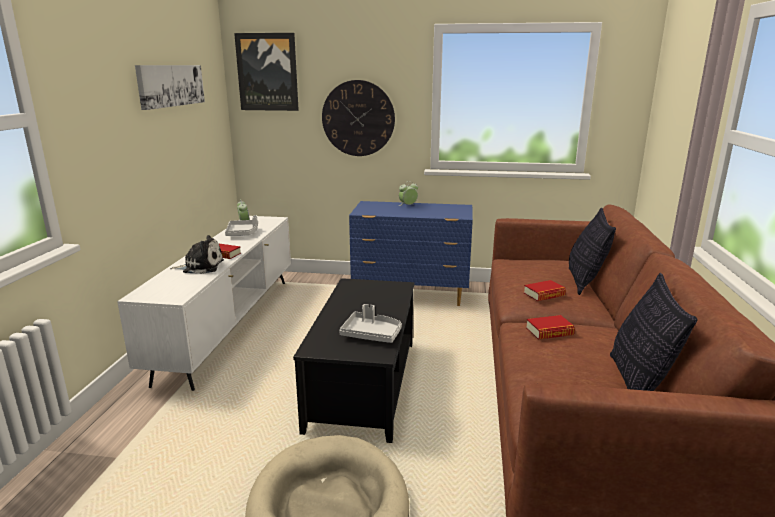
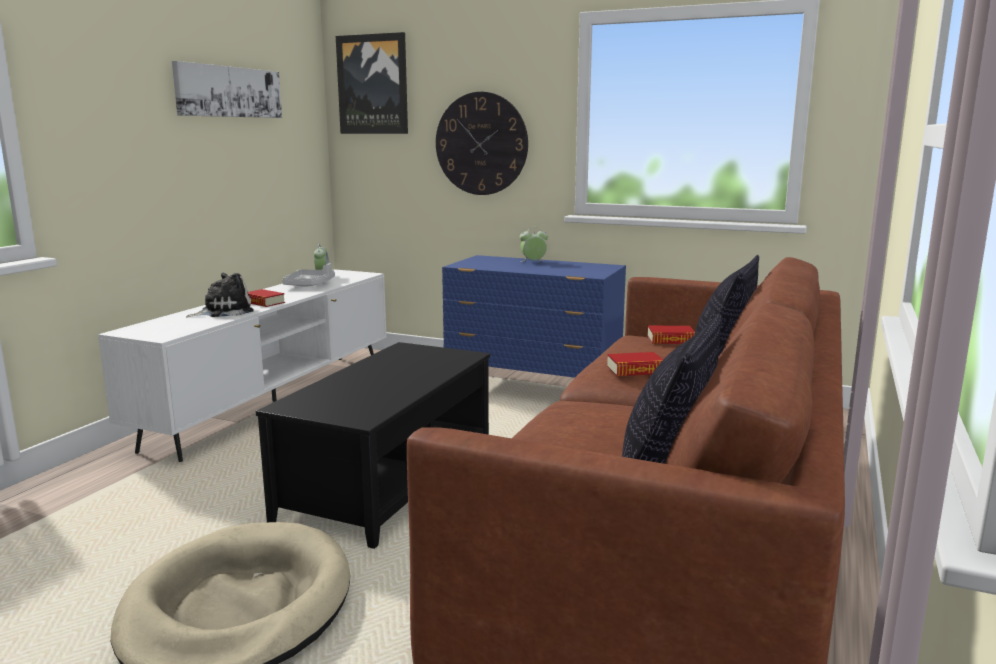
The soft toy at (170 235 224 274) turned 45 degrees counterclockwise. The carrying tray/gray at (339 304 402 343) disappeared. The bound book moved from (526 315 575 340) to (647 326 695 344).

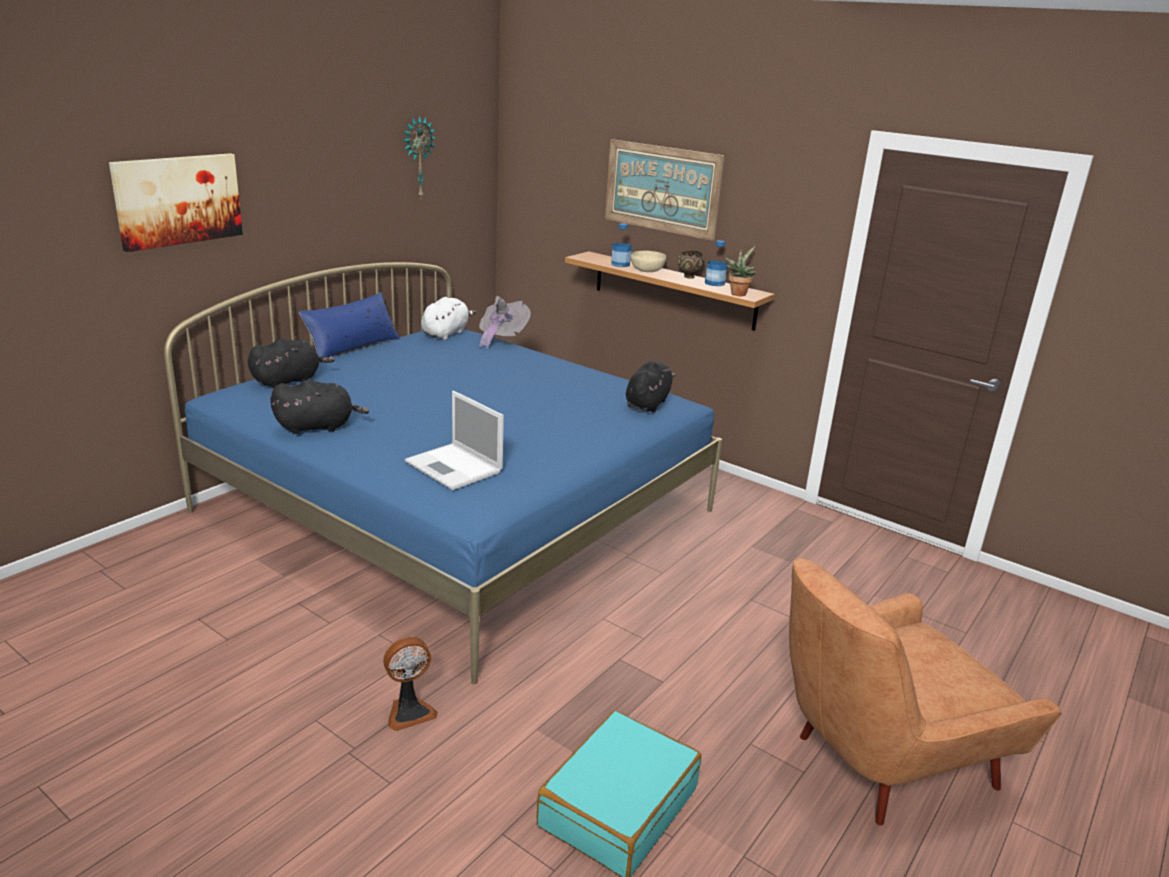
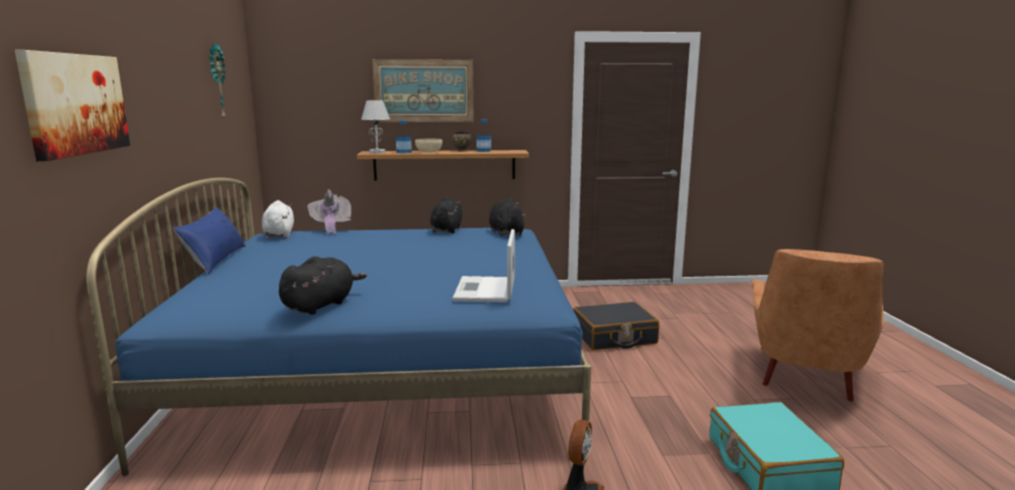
The houseplant at (725 246 757 296) disappeared. The soft toy/black moved from (248 338 335 388) to (430 196 463 234). The laptop at (405 391 504 490) turned 90 degrees clockwise. The lamp for a table/whitish at (361 100 390 153) appeared. The suitcase/black at (573 302 659 350) appeared.

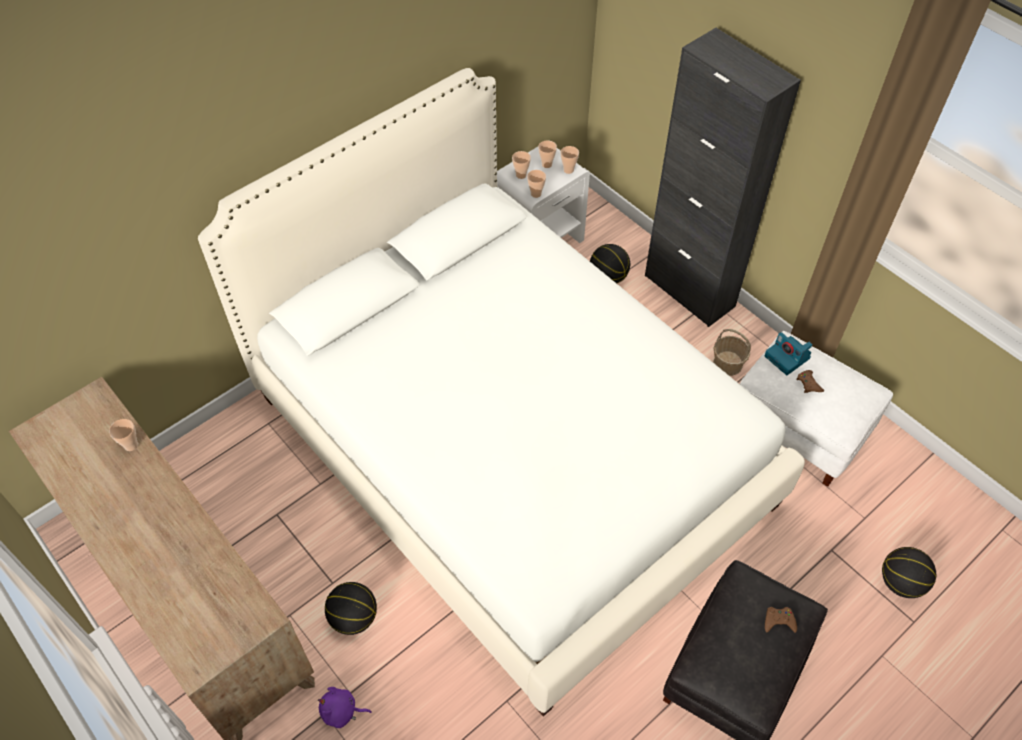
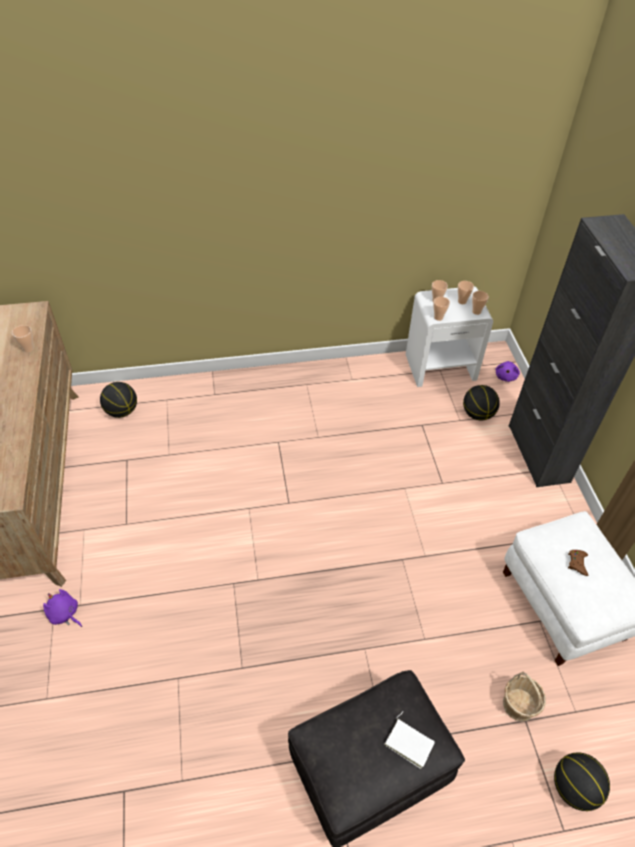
The bed/whitish at (198 68 805 717) disappeared. The household basket moved from (713 329 751 376) to (503 672 546 722). The photo camera at (765 332 813 375) disappeared. The ball for basketball moved from (325 582 377 635) to (100 382 137 418). The game controller/brownish at (765 607 797 633) was replaced by the bound book/whitish at (384 712 435 769). The soft toy/purplish at (495 361 520 382) appeared.

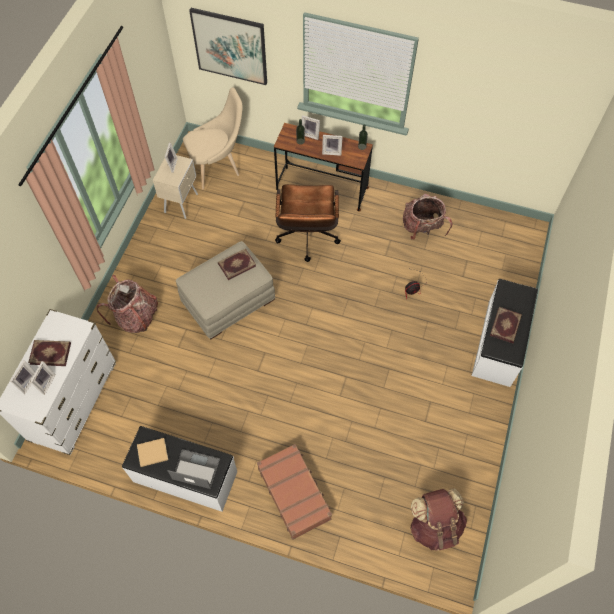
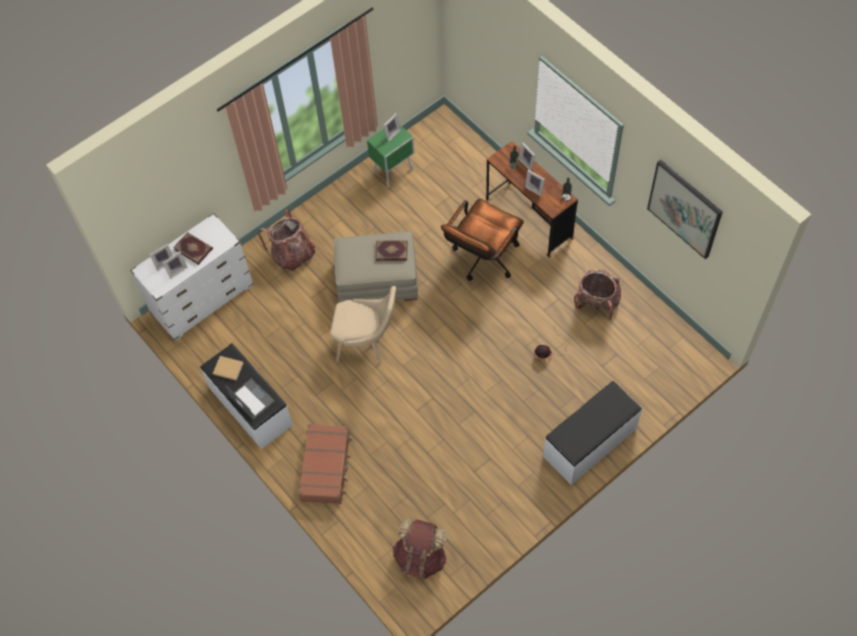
The wall art moved from (189 8 267 85) to (647 160 723 259). The upright chair/sand-coloured moved from (183 87 243 189) to (330 286 396 365). The nightstand/sand-coloured at (153 155 198 219) became the nightstand/green at (367 124 415 188). The bound book at (490 307 522 343) disappeared.

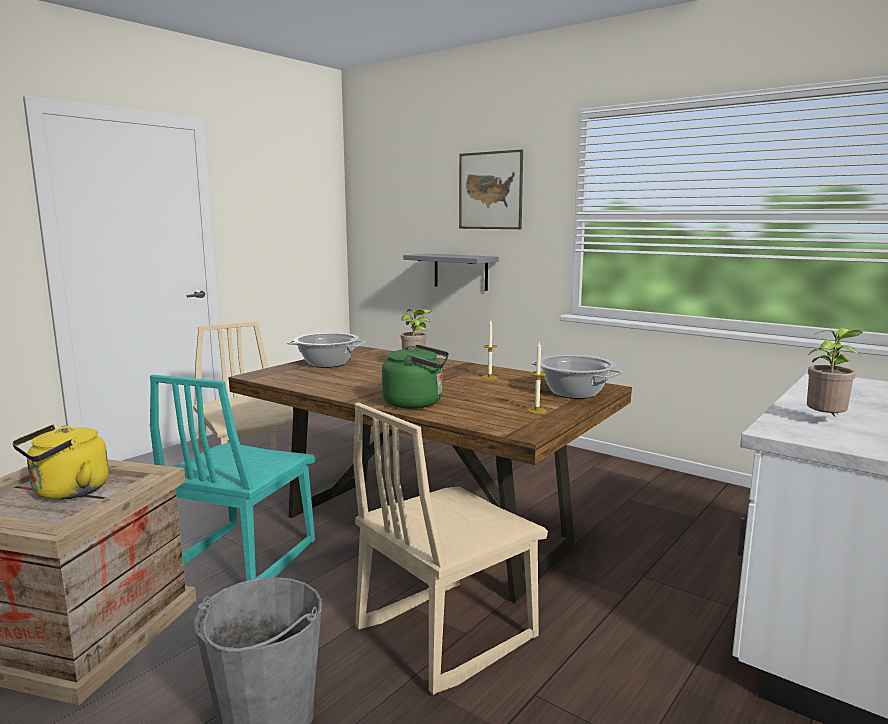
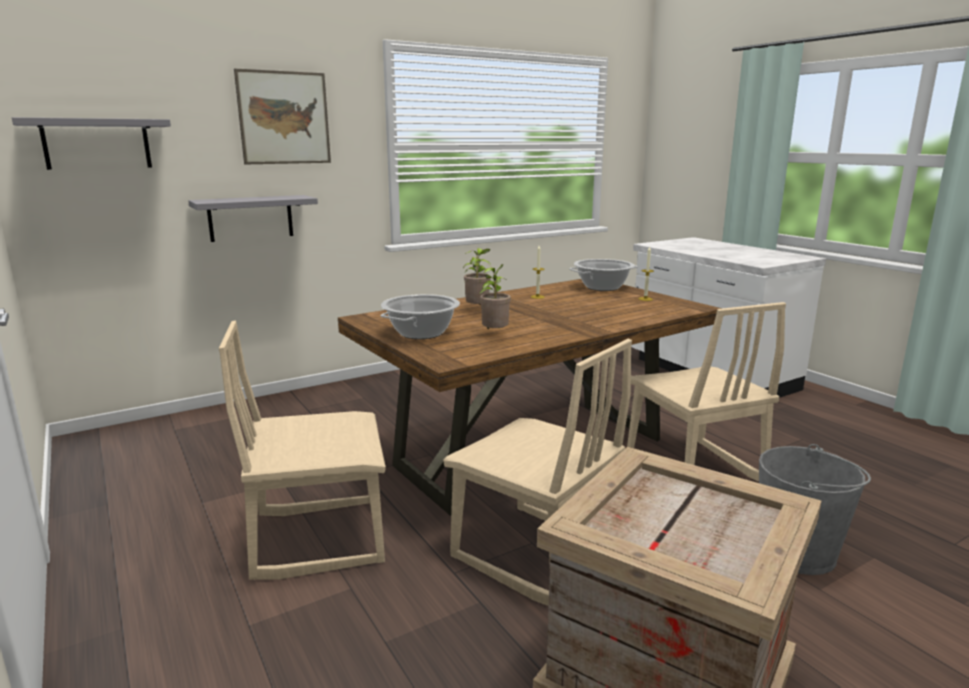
The houseplant moved from (807 328 863 416) to (479 264 511 330). The kettle/green at (382 344 449 409) disappeared. The upright chair/blue-green at (150 374 315 581) became the upright chair/sand-coloured at (443 339 632 606). The kettle/yellow-coloured at (12 425 109 500) disappeared. The shelf/gray at (12 117 171 170) appeared.

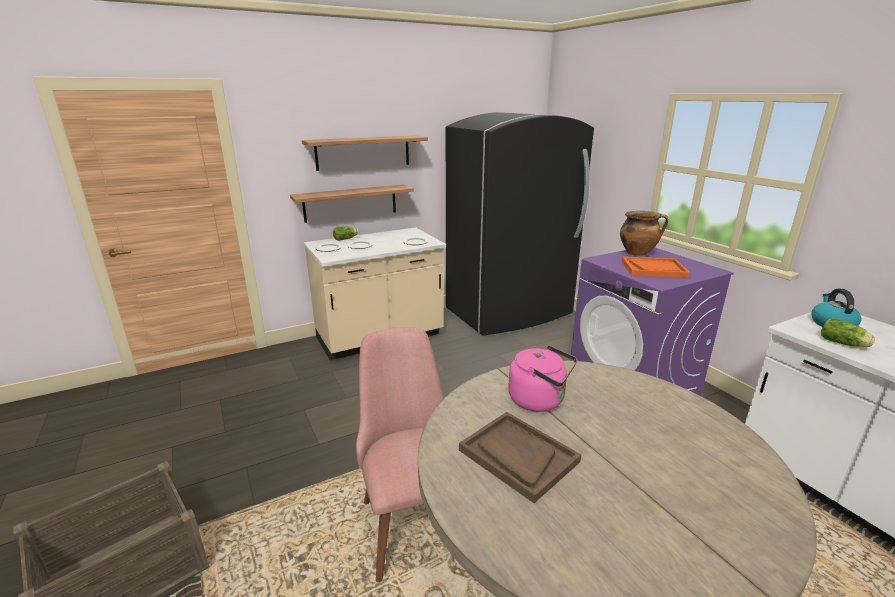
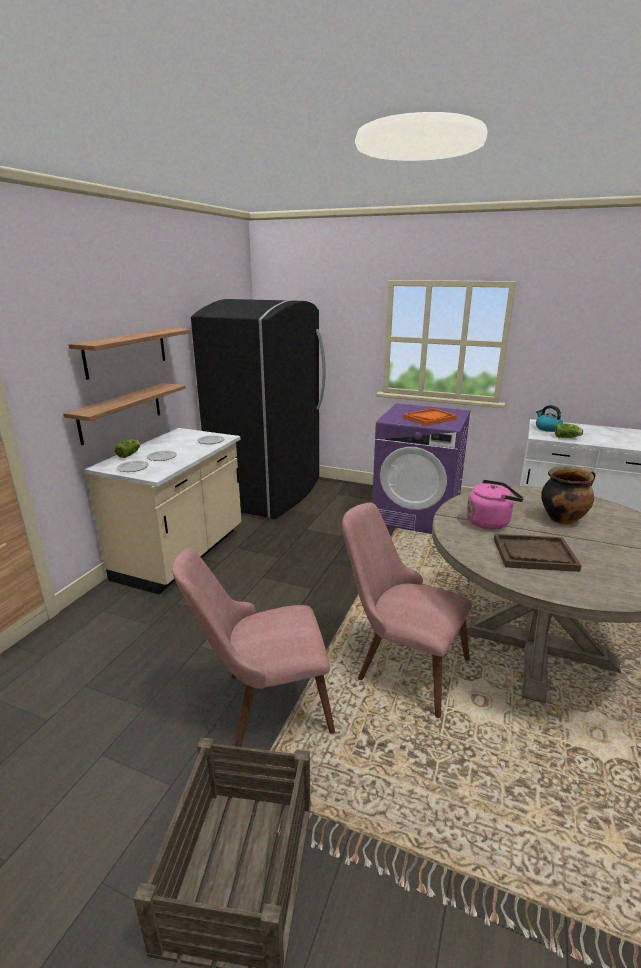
The stockpot moved from (620 211 668 256) to (541 466 596 525). The upright chair/pink at (172 548 335 747) appeared.

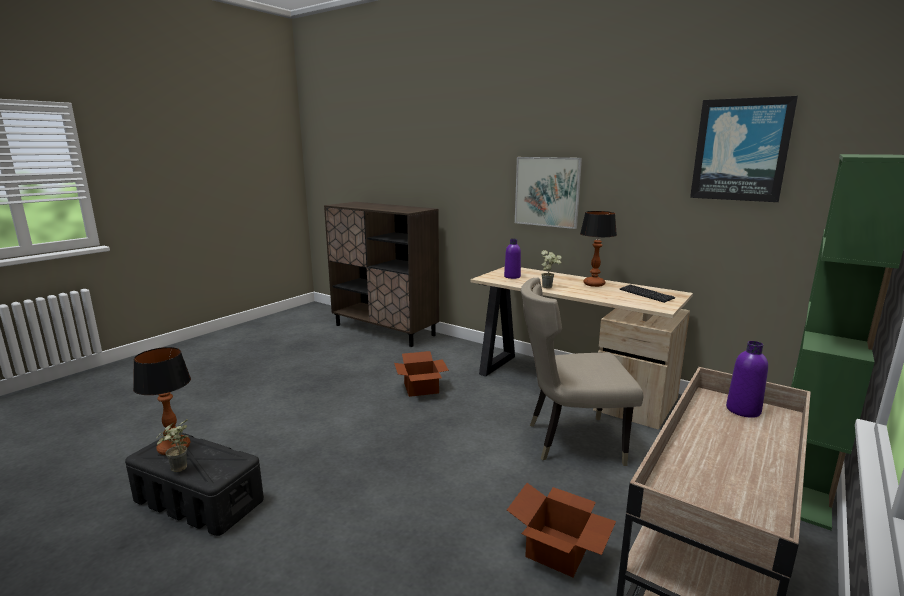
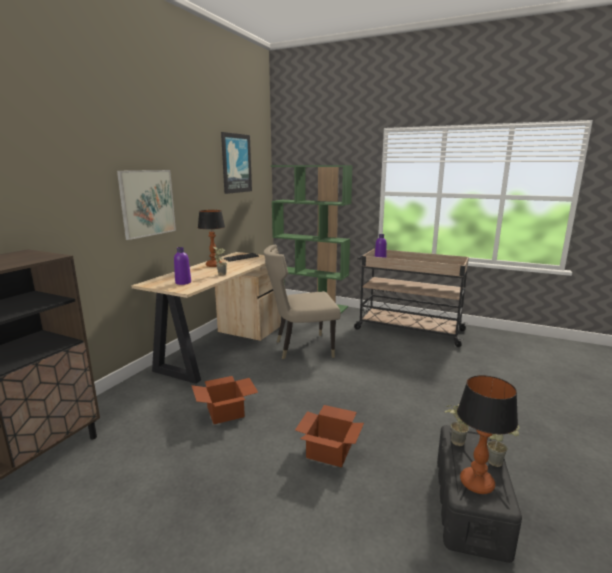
The upright chair/sand-coloured at (521 278 643 466) turned 90 degrees clockwise. The cardboard box moved from (507 483 616 577) to (295 405 364 467). The houseplant at (444 404 469 446) appeared.

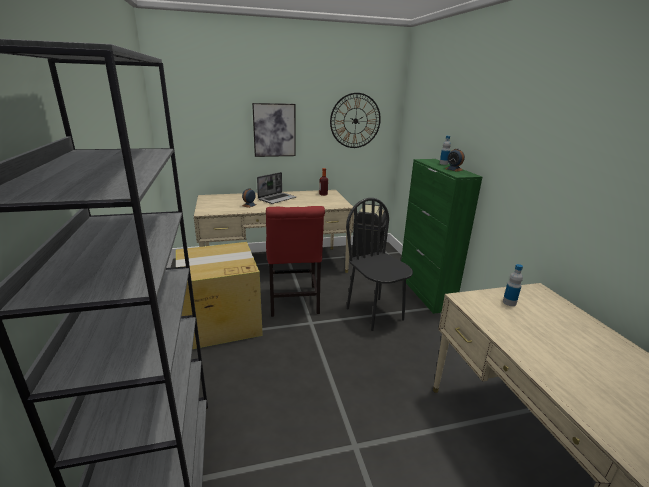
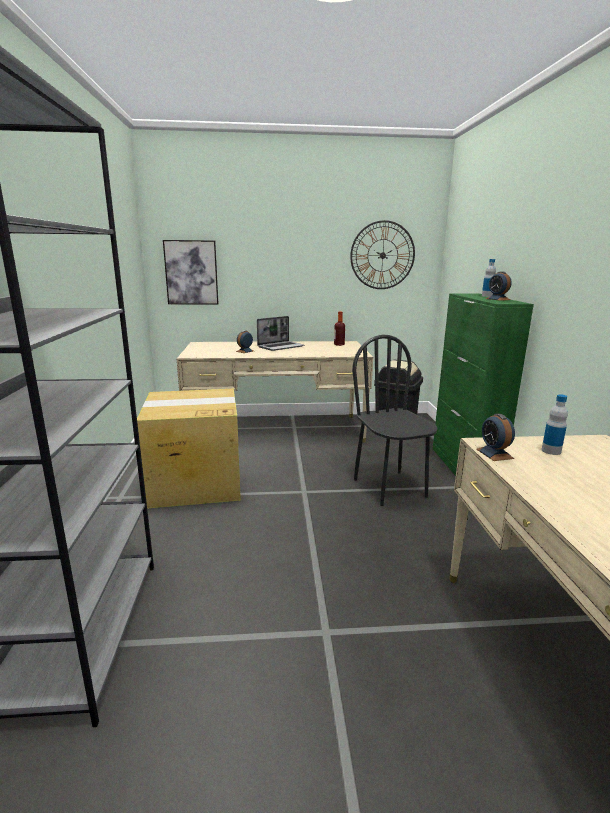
The wall art moved from (252 103 296 157) to (163 240 219 304). The upright chair/red-coloured at (266 206 325 317) disappeared. The table clock at (476 414 515 461) appeared.

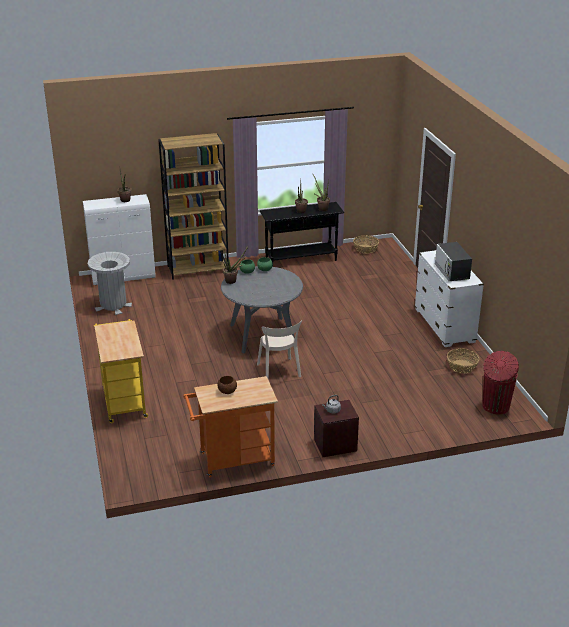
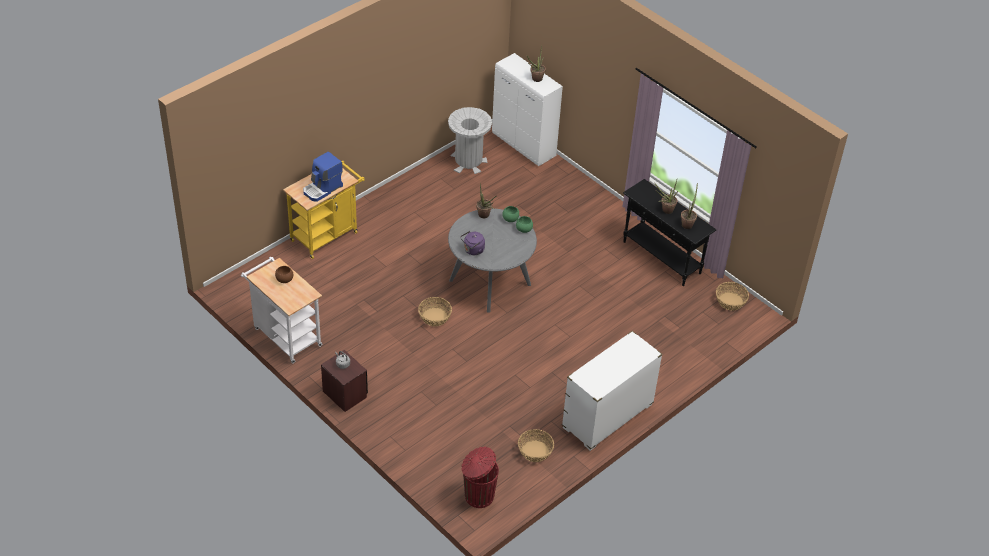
The shelving unit/brownish at (158 133 229 280) disappeared. The microwave at (435 242 472 281) disappeared. The upright chair/sand-coloured at (257 320 302 380) was replaced by the household basket at (418 297 452 326). The cart/orange-coloured at (183 376 278 477) became the cart/whitish at (241 256 322 363). The coffee machine at (303 151 343 202) appeared. The kettle/purplish at (460 231 485 255) appeared.

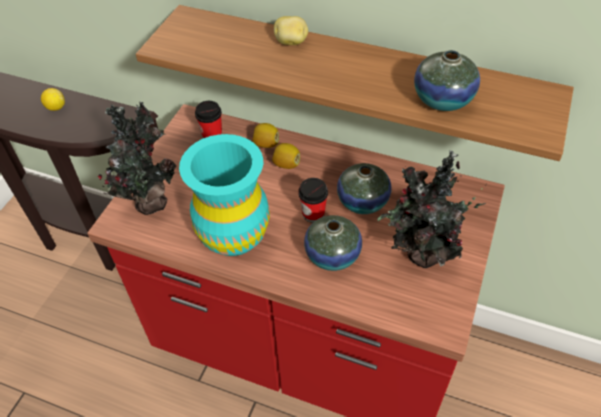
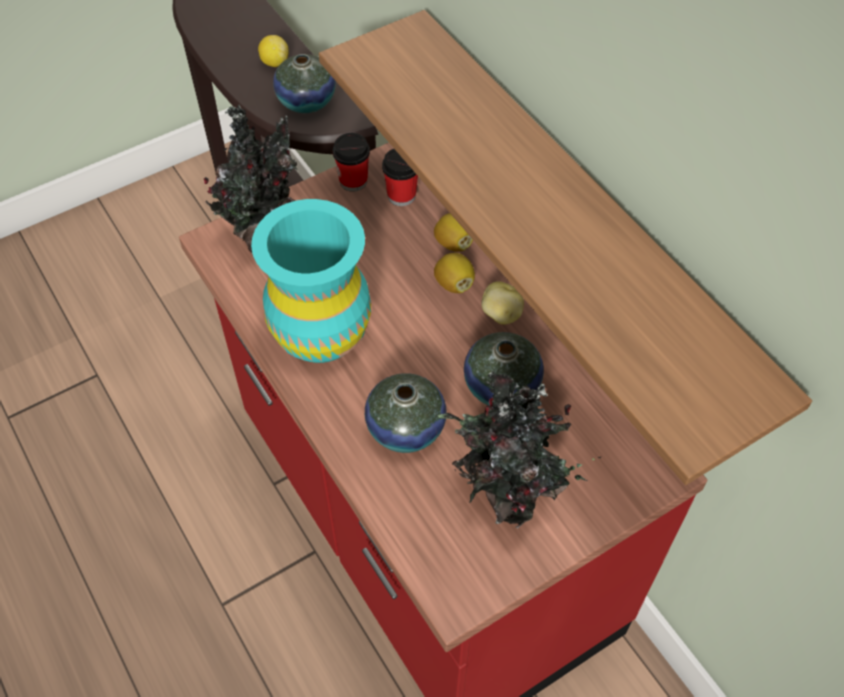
The potato moved from (274 16 308 45) to (481 281 524 325). The decorative vase moved from (414 50 480 111) to (273 54 336 113). The small cup moved from (298 178 328 223) to (333 133 370 192).

